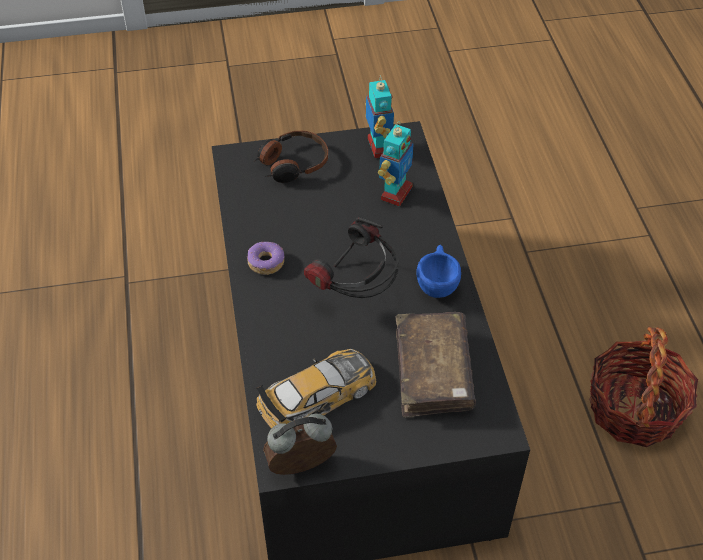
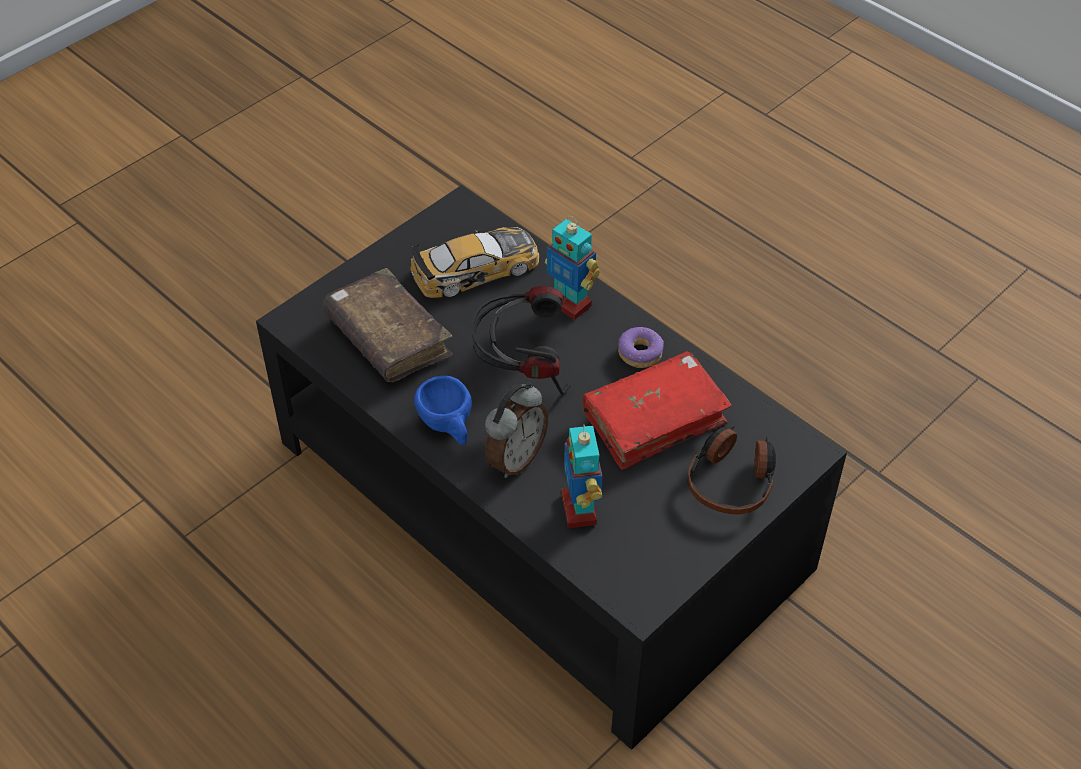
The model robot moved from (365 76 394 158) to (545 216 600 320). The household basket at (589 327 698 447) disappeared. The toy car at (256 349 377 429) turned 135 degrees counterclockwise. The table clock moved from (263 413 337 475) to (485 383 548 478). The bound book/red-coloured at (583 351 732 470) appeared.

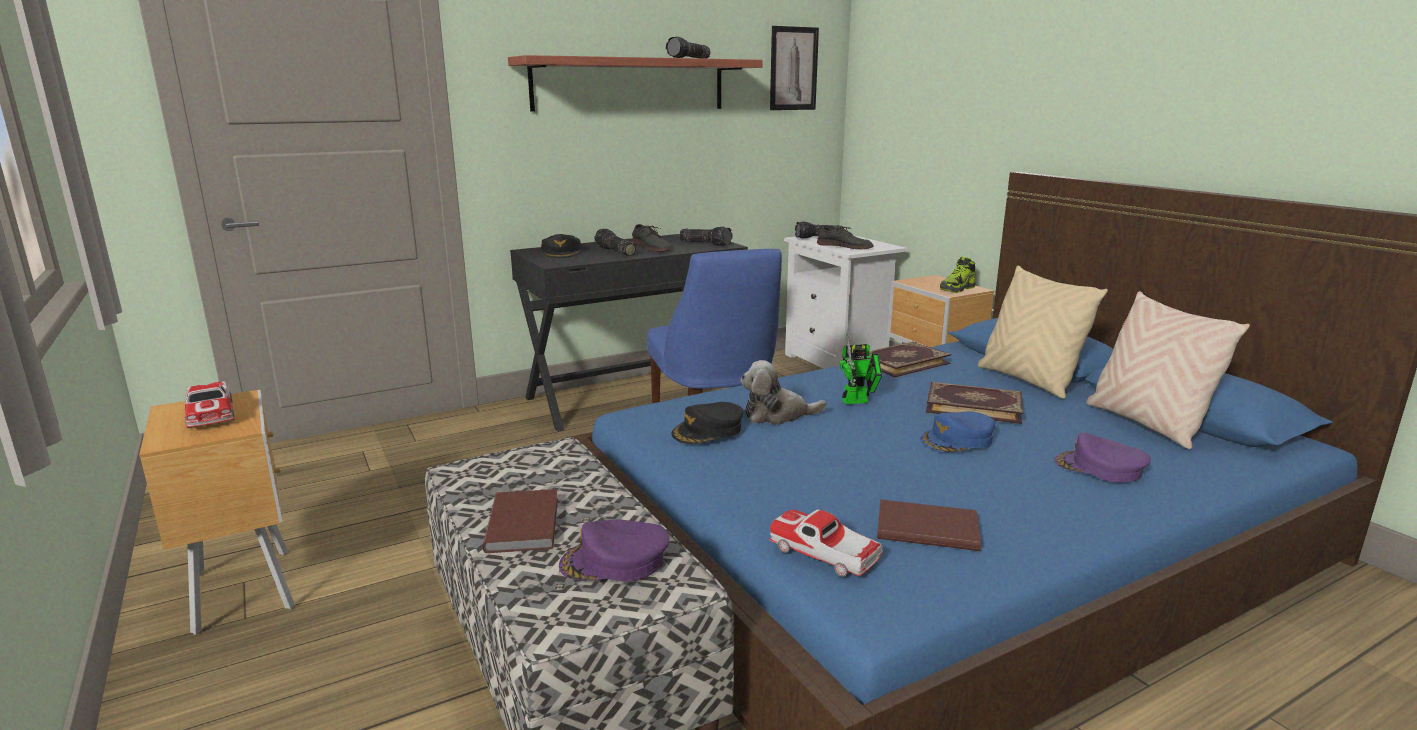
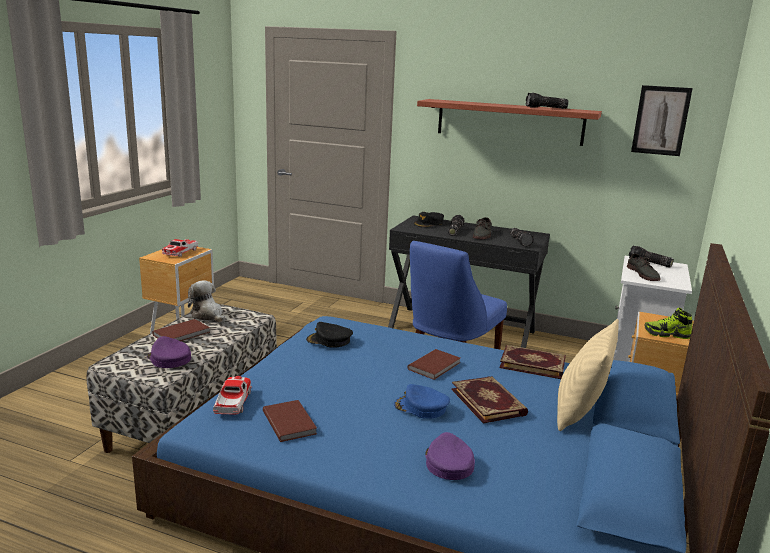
The pillow/sand-coloured at (1086 291 1250 449) disappeared. The model robot at (840 332 882 405) was replaced by the bound book/brownish at (407 349 460 380). The soft toy moved from (741 360 827 425) to (188 280 225 323).

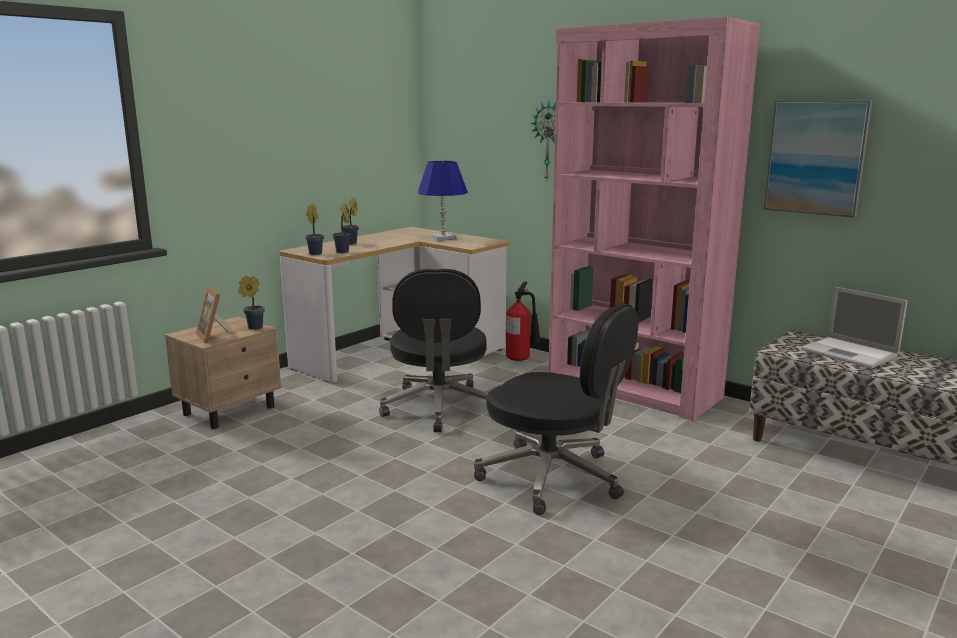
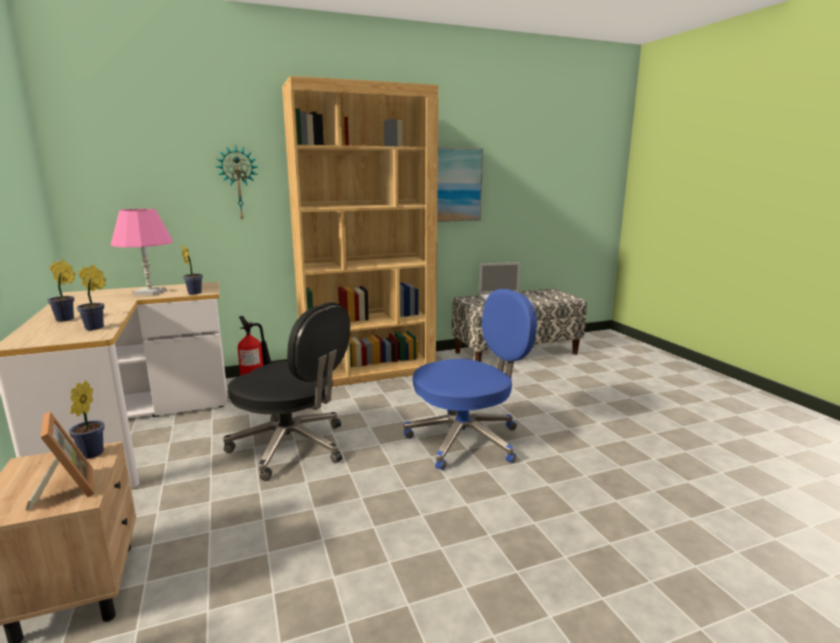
The shelving unit/pink at (548 17 760 421) became the shelving unit/brownish at (282 76 438 387). The lamp for a table/blue at (417 161 468 241) became the lamp for a table/pink at (111 208 173 295). The houseplant moved from (305 203 324 255) to (182 244 203 294). The photo frame at (195 287 232 343) turned 120 degrees counterclockwise. The office chair/black at (474 303 638 515) became the office chair/blue at (404 289 537 470).

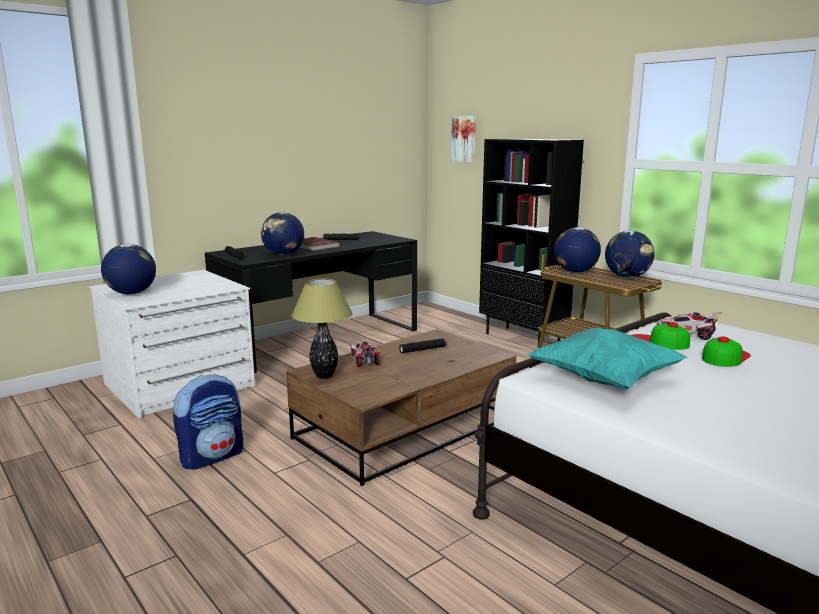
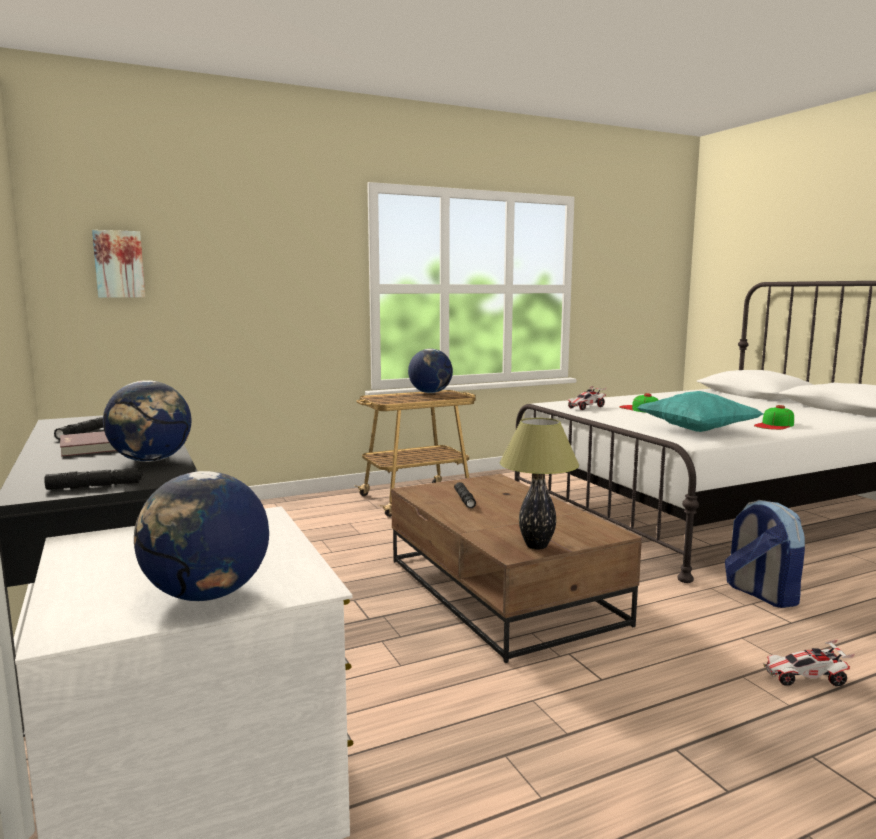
The shelving unit/black at (479 139 584 344) disappeared. The globe at (554 227 601 273) disappeared. The baseball cap moved from (631 322 690 350) to (754 405 794 430). The toy car moved from (350 342 381 367) to (763 639 855 686). The rucksack moved from (173 374 243 470) to (725 500 805 608).

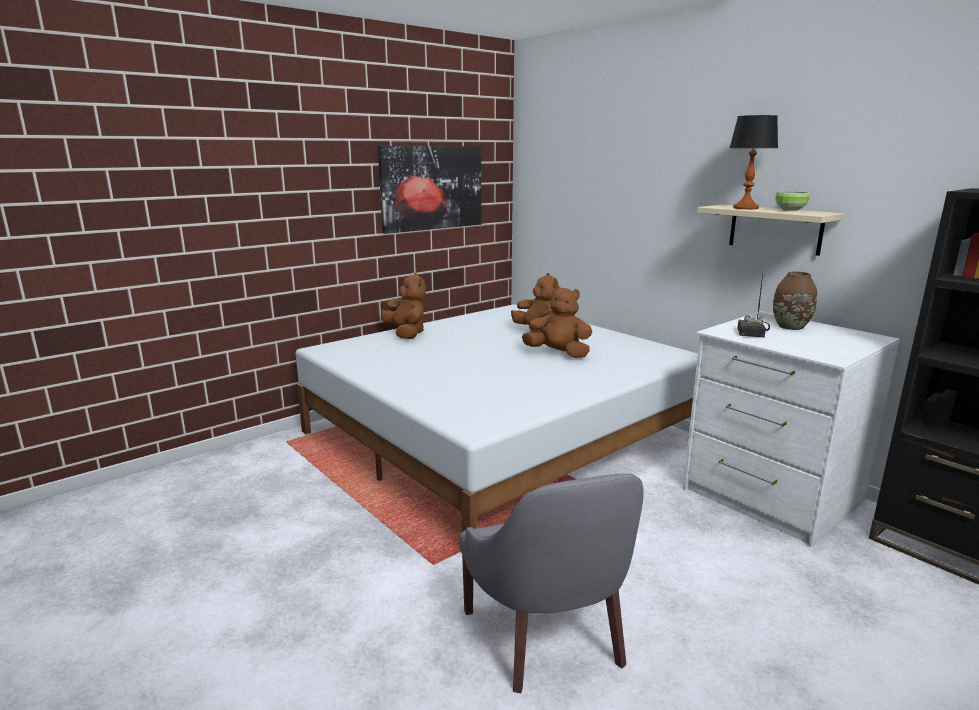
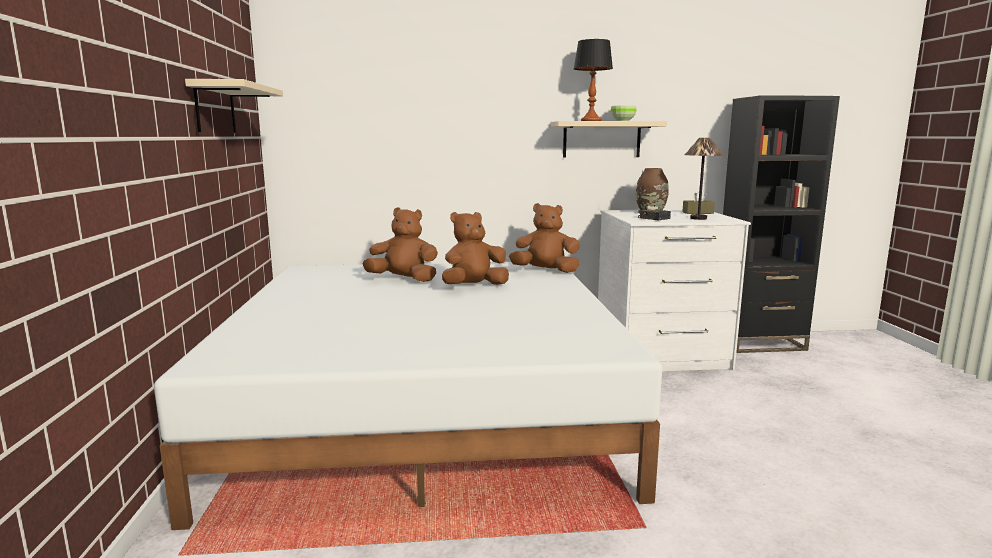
The wall art at (378 146 481 234) was replaced by the shelf/sand-coloured at (185 79 283 133). The soft toy/brownish moved from (381 273 426 339) to (509 203 580 273). The lounge chair/gray at (459 473 644 693) disappeared. The lamp for a table at (685 138 723 220) appeared. The tissue box/brownish at (682 191 715 214) appeared.

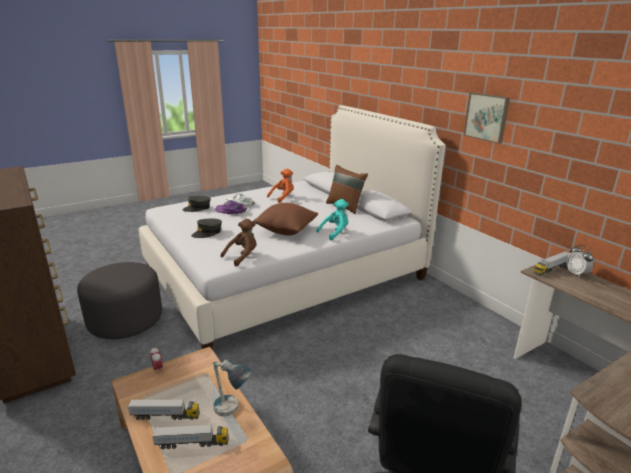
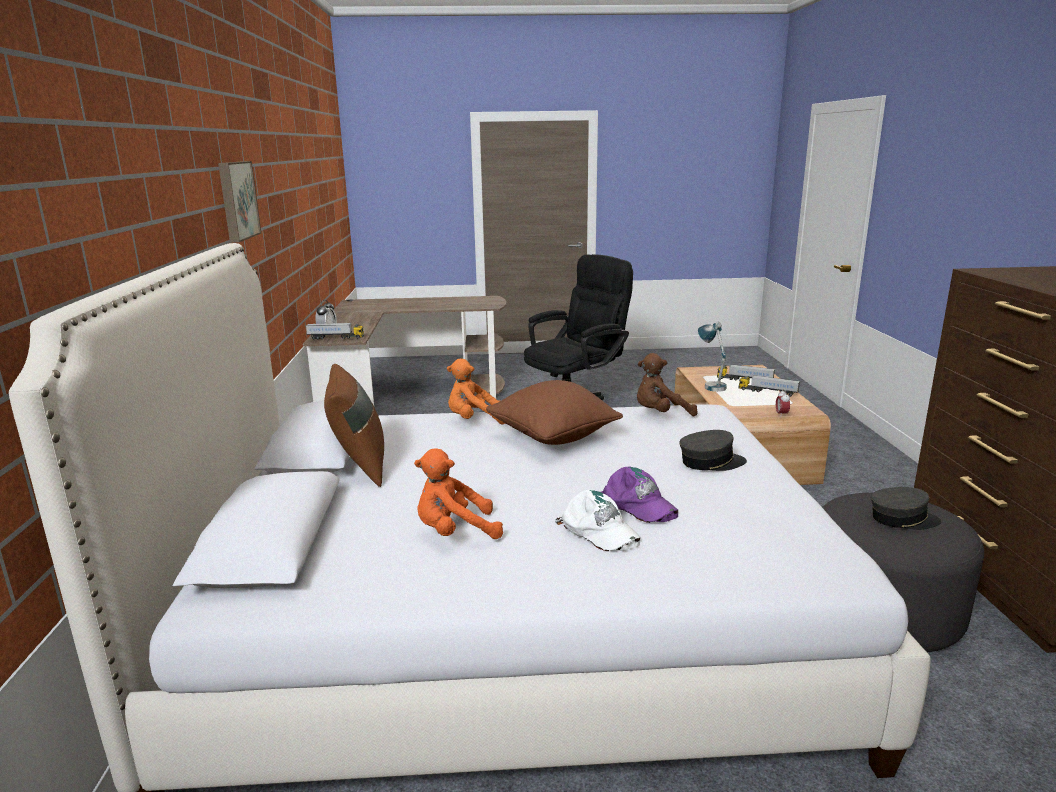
The baseball cap/gray moved from (182 196 211 212) to (871 487 942 530). The soft toy/blue-green at (316 199 349 240) became the soft toy/orange-coloured at (447 358 506 424).

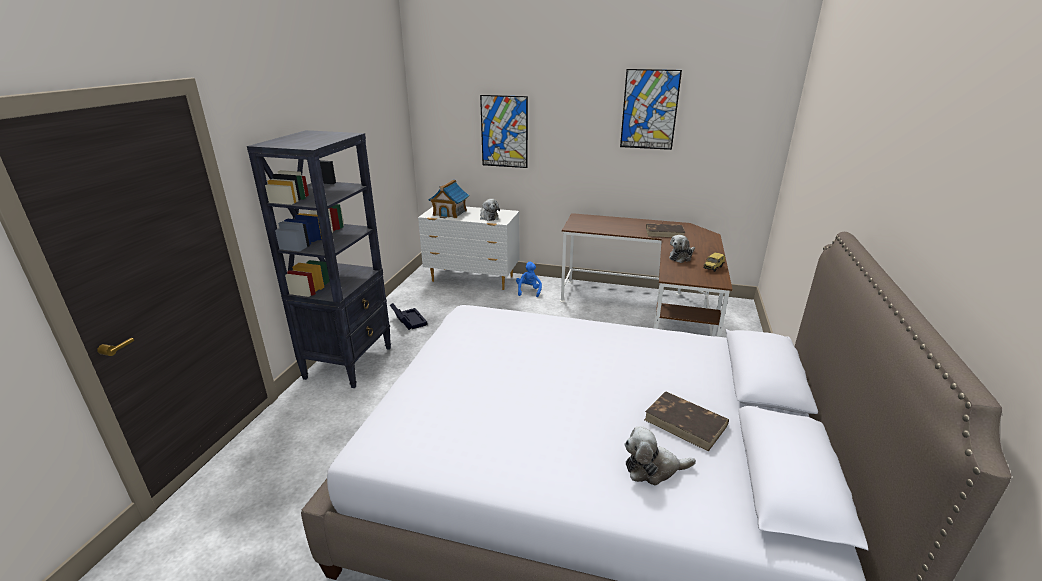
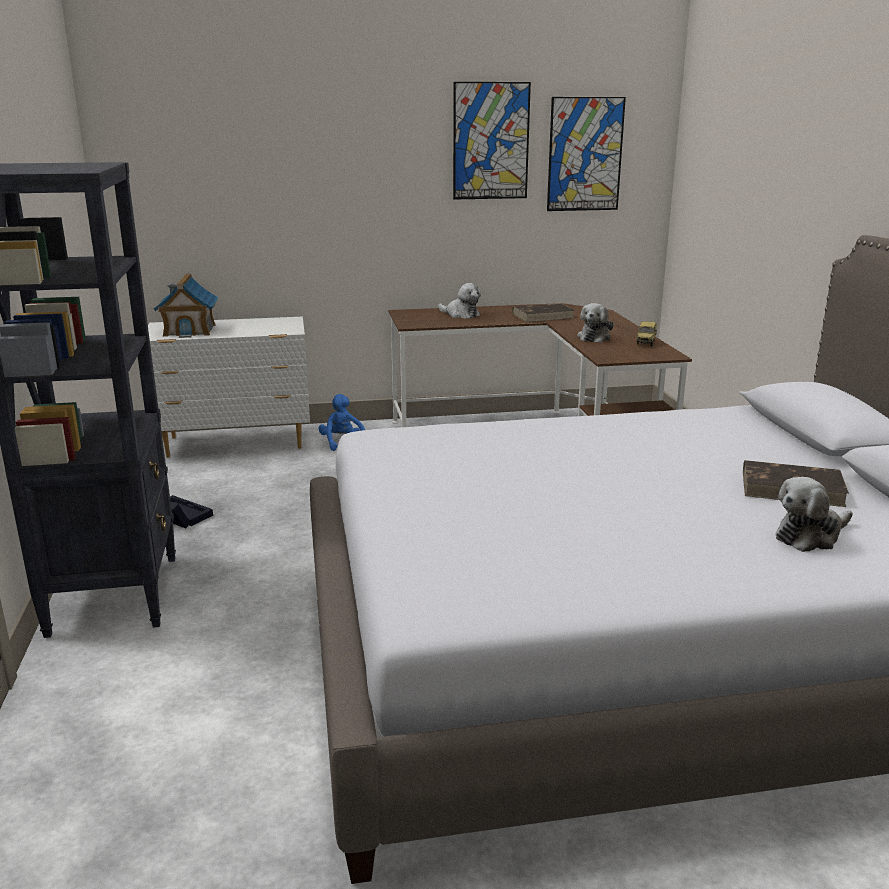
The wall art moved from (480 95 528 168) to (547 97 626 211). The soft toy moved from (480 199 500 221) to (438 283 481 319).

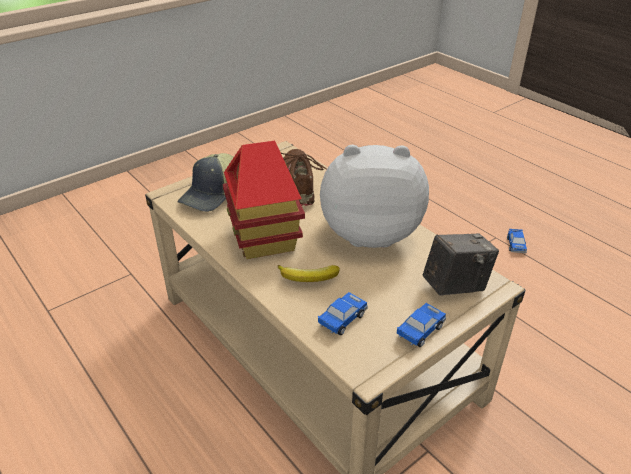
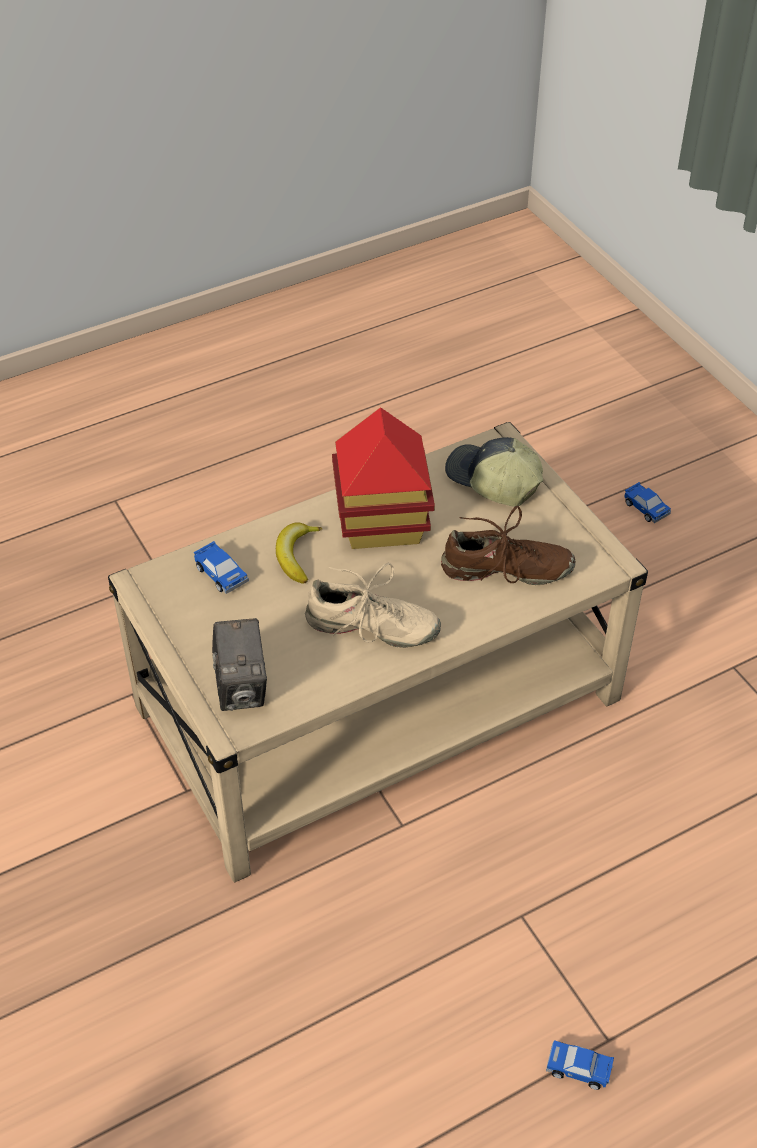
The soft toy at (320 145 429 248) was replaced by the shoe/sand-coloured at (305 563 441 648). The toy car moved from (397 303 446 347) to (624 482 671 523).

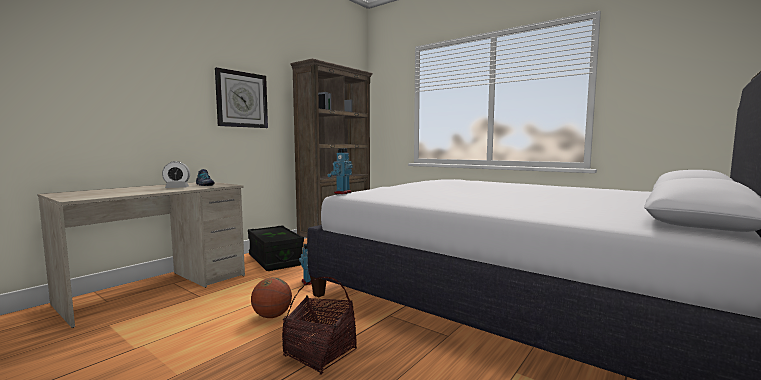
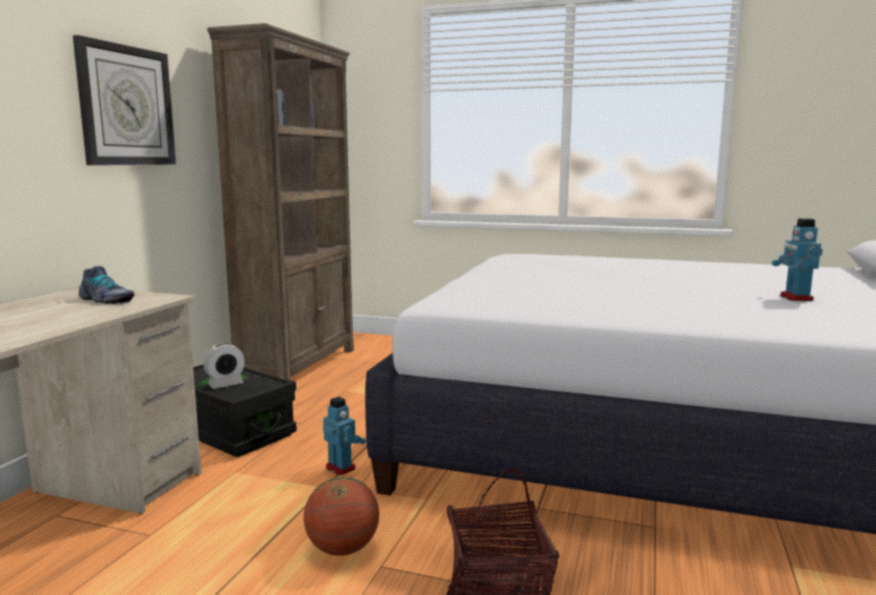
The model robot moved from (327 148 353 194) to (772 218 823 301). The table clock moved from (162 161 190 188) to (203 343 245 389).

